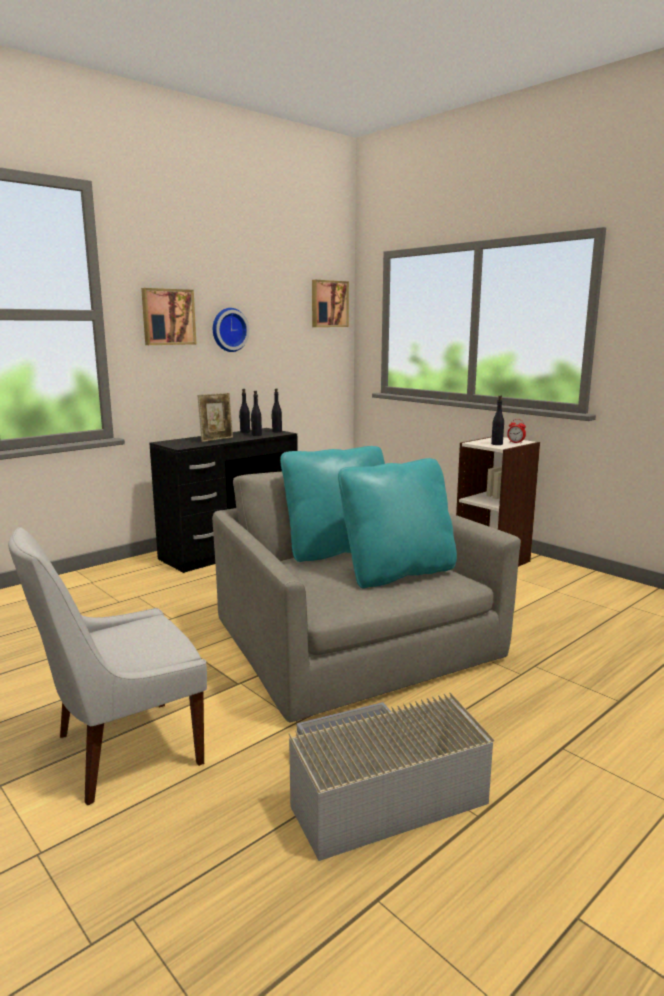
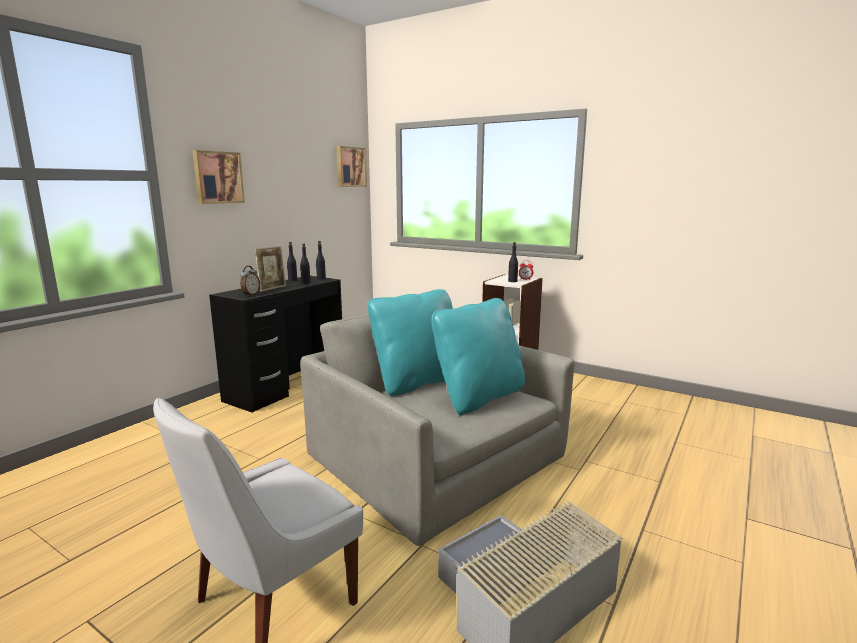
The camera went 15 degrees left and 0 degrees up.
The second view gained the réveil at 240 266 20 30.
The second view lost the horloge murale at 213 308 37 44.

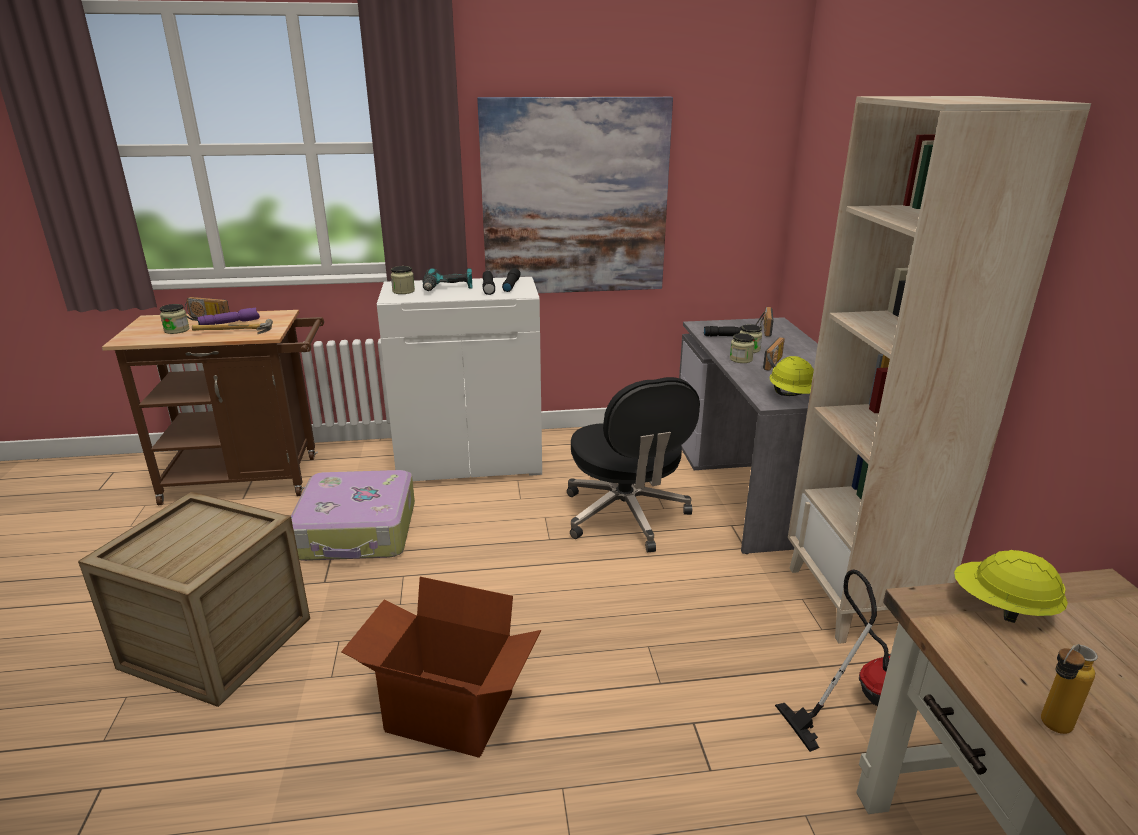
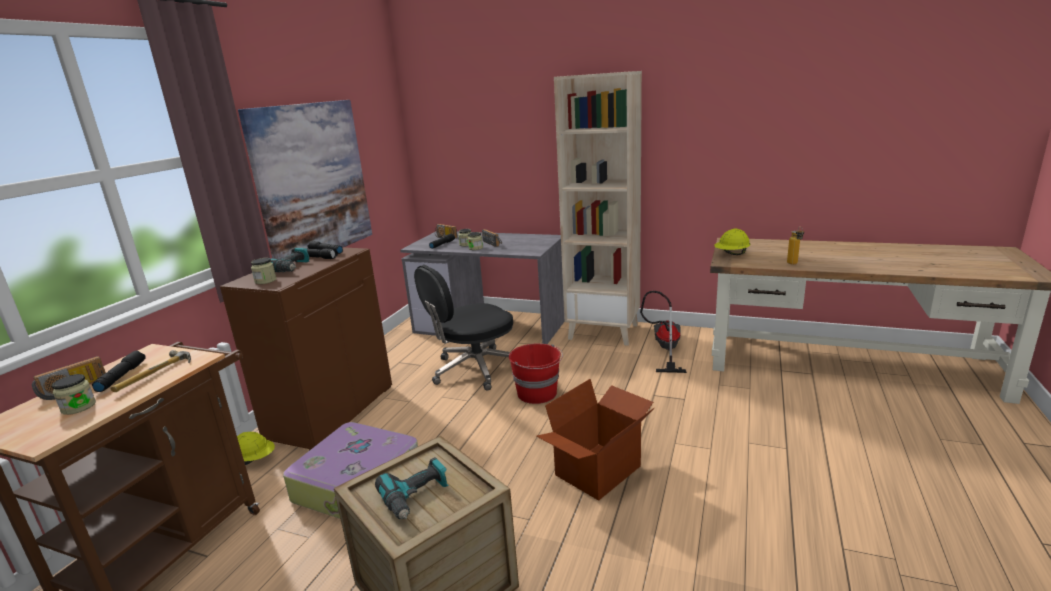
The camera went 60 degrees left and 5 degrees down.
What was the lampe de poche/violet at 197 308 63 17 turned into the lampe de poche/noir at 92 351 54 41.
What was the meuble de rangement/blanc at 377 277 165 204 turned into the meuble de rangement/marron at 220 247 172 204.
The casque de chantier/jaune ended up elsewhere, having gone from 769 356 45 40 to 237 432 38 33.
The second view gained the perceuse at 375 457 74 62.
The chaise de bureau/noir at 567 377 133 175 ended up facing another way, 135 degrees clockwise from before.
The second view gained the seau/rouge at 509 344 54 60.

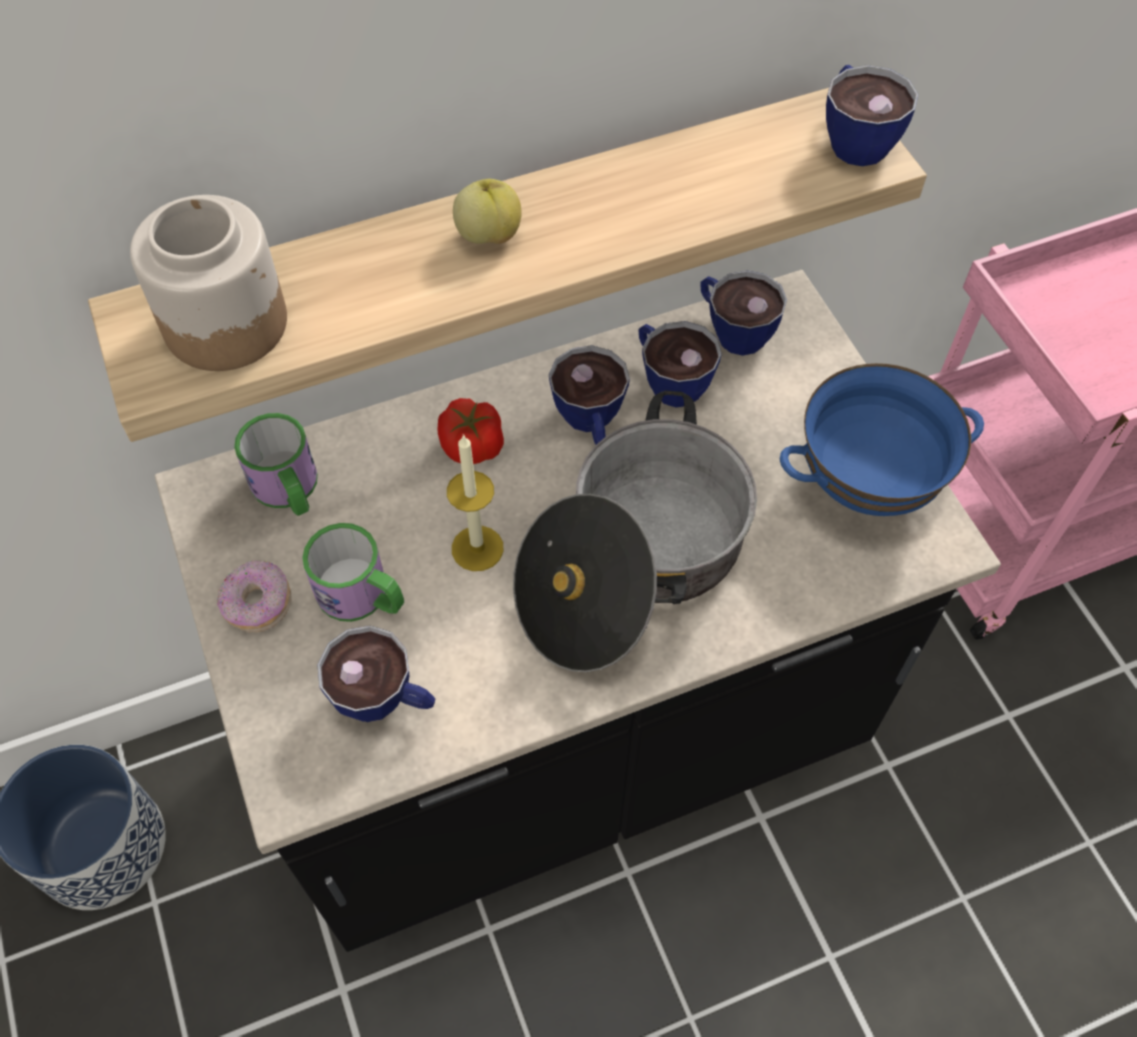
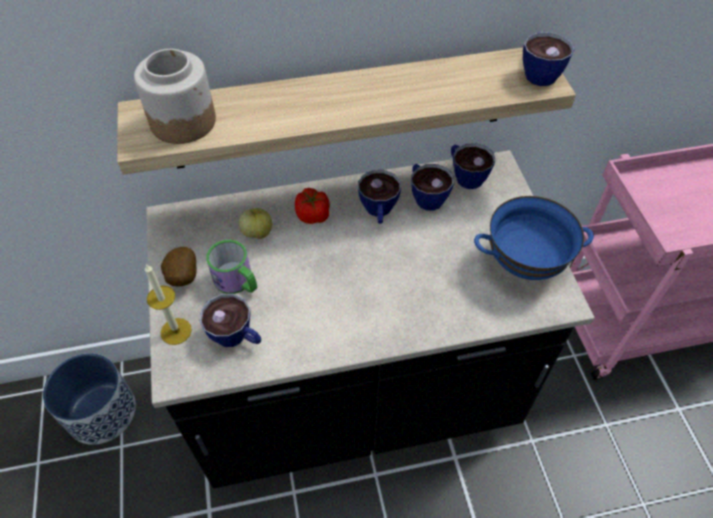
The camera went 10 degrees right and 5 degrees down.
The bougie ended up elsewhere, having gone from 447 434 57 137 to 145 264 47 81.
Where the beignet stood at 217 560 75 72, the pomme de terre came to stand at 161 247 35 39.
The pomme ended up elsewhere, having gone from 453 179 69 65 to 239 208 33 31.
The second view lost the mug at 234 413 84 103.
The second view lost the marmite at 513 390 244 282.

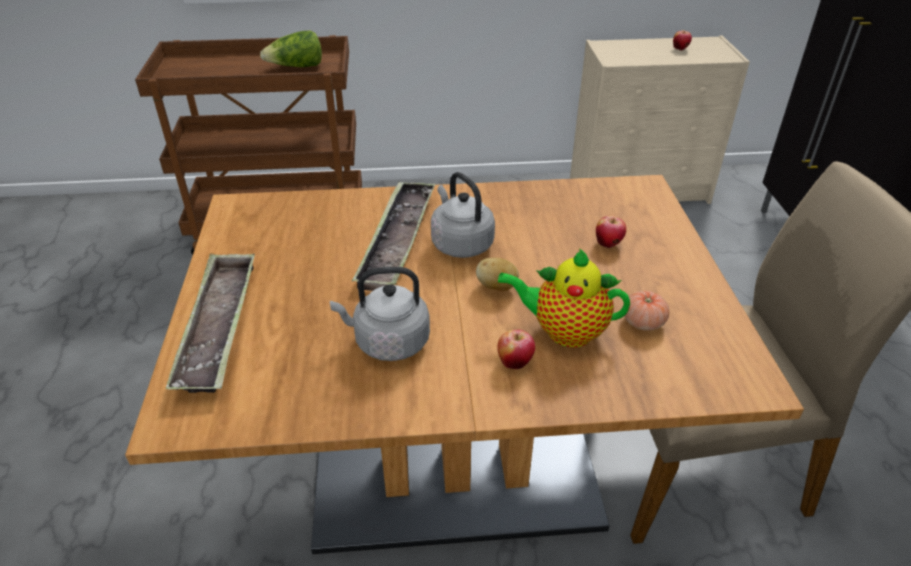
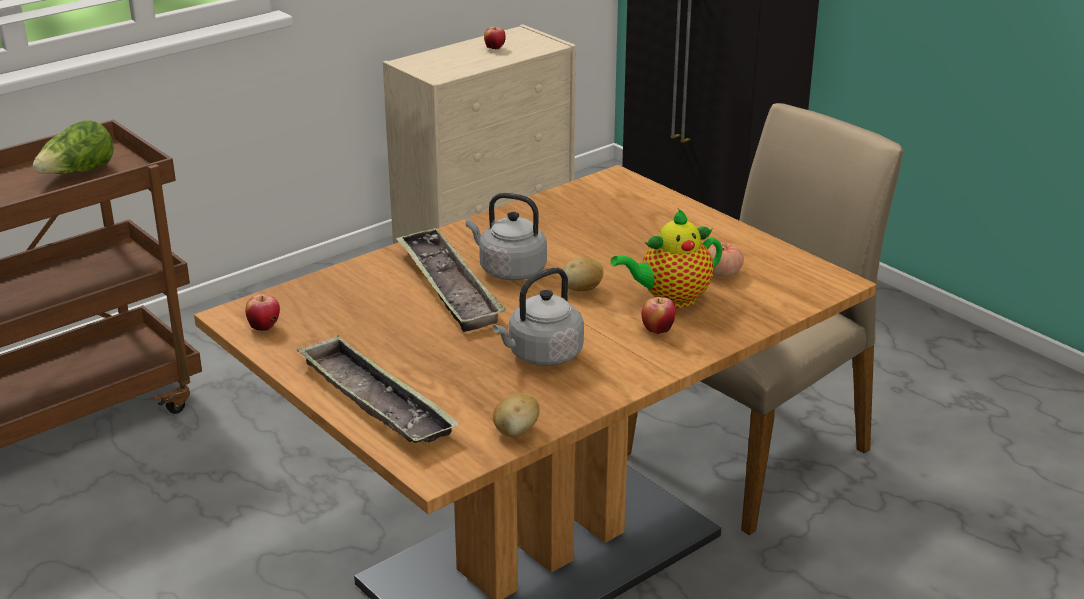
The camera went 35 degrees left and 10 degrees down.
The pomme ended up elsewhere, having gone from 596 215 30 33 to 245 294 35 37.
The second view gained the pomme de terre at 493 393 47 44.

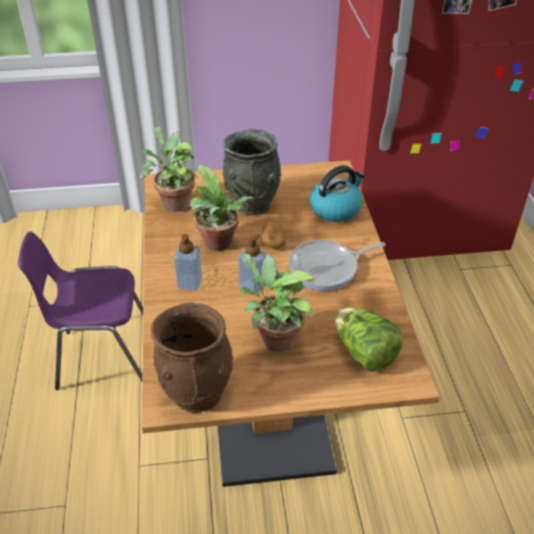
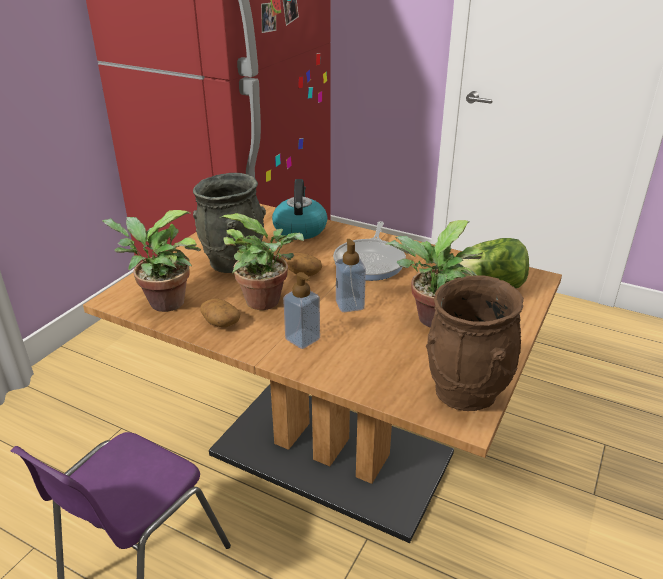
The camera went 55 degrees left and 10 degrees down.
The second view gained the pomme de terre at 200 298 40 29.

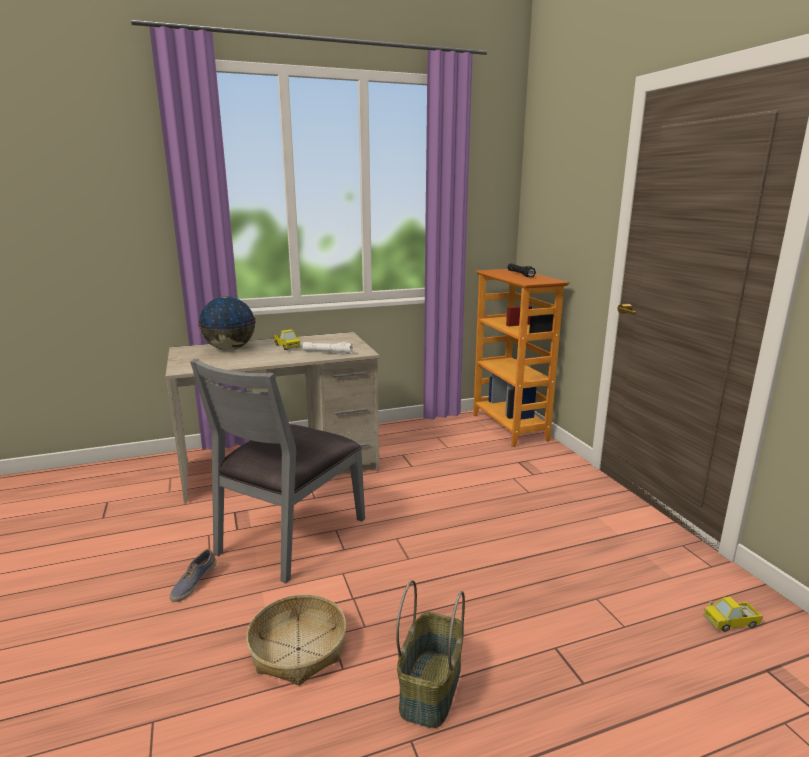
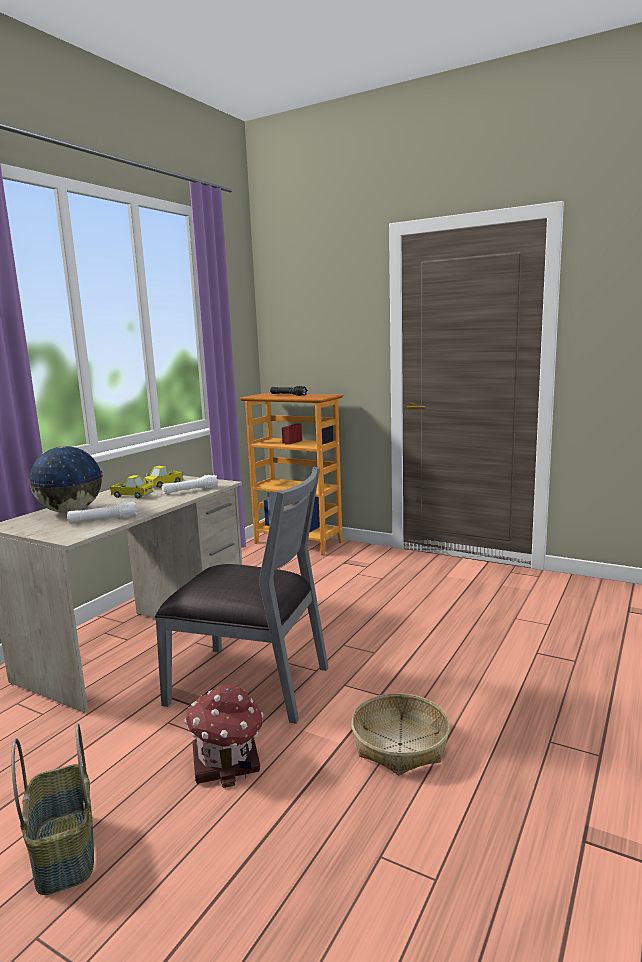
The camera went 40 degrees left and 5 degrees down.
The panier ended up elsewhere, having gone from 396 580 69 148 to 11 723 83 172.
The second view gained the lampe de poche/blanc at 67 501 70 22.
The camion jouet ended up elsewhere, having gone from 703 597 60 35 to 144 466 39 22.
The chaise/gris at 190 358 175 225 ended up facing another way, 60 degrees counterclockwise from before.
Where the chaussure stood at 169 549 47 53, the maison miniature came to stand at 185 685 78 103.

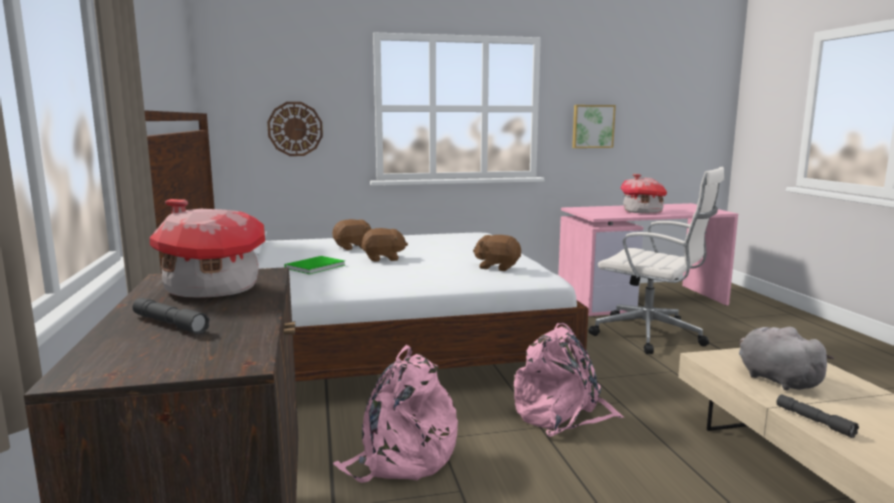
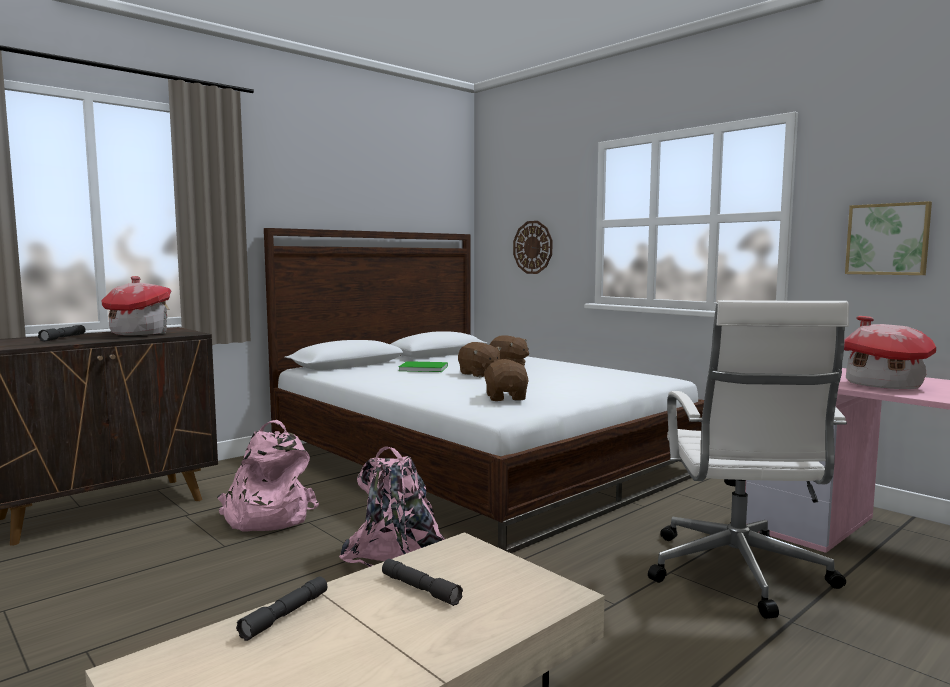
The camera went 60 degrees right and 5 degrees down.
Where the peluche/gris stood at 739 327 95 64, the lampe de poche/gris came to stand at 382 559 81 47.

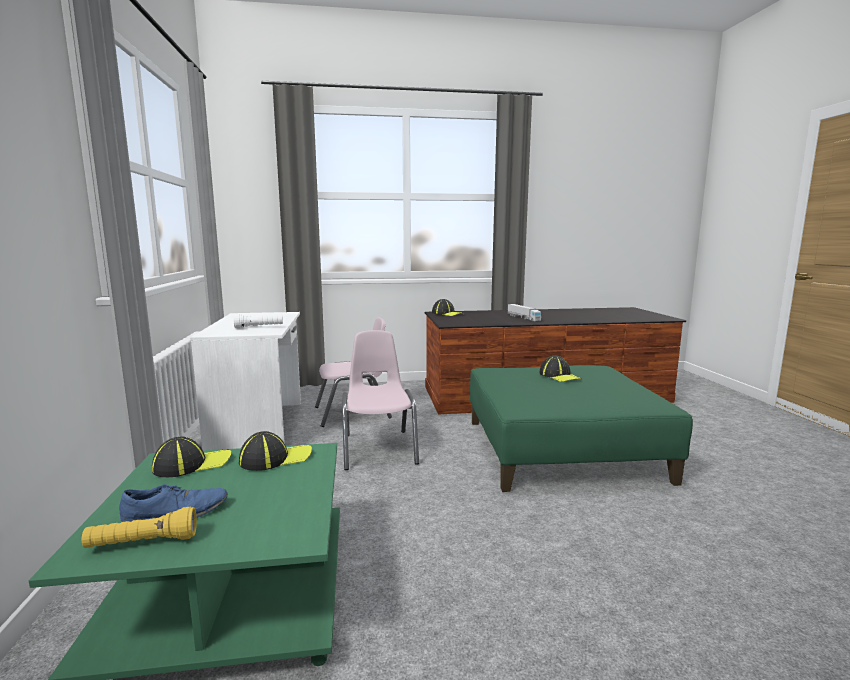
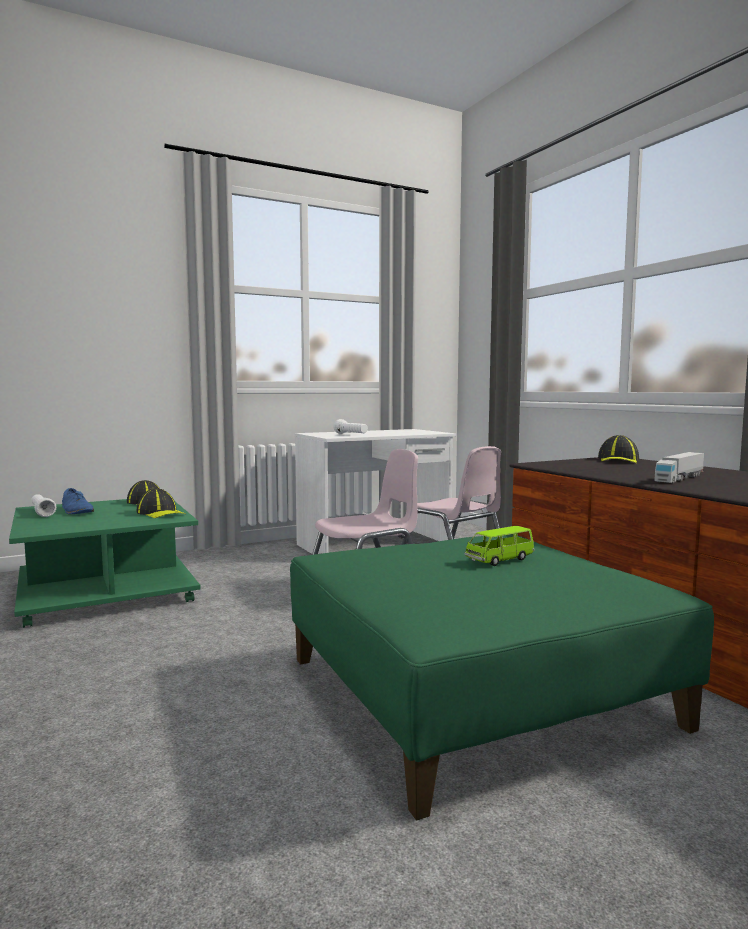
The camera went 70 degrees right and 5 degrees down.
What was the lampe de poche/jaune at 82 507 115 41 turned into the lampe de poche/blanc at 31 494 25 23.
Where the casquette stood at 539 356 43 26, the petite voiture/vert came to stand at 464 526 71 40.

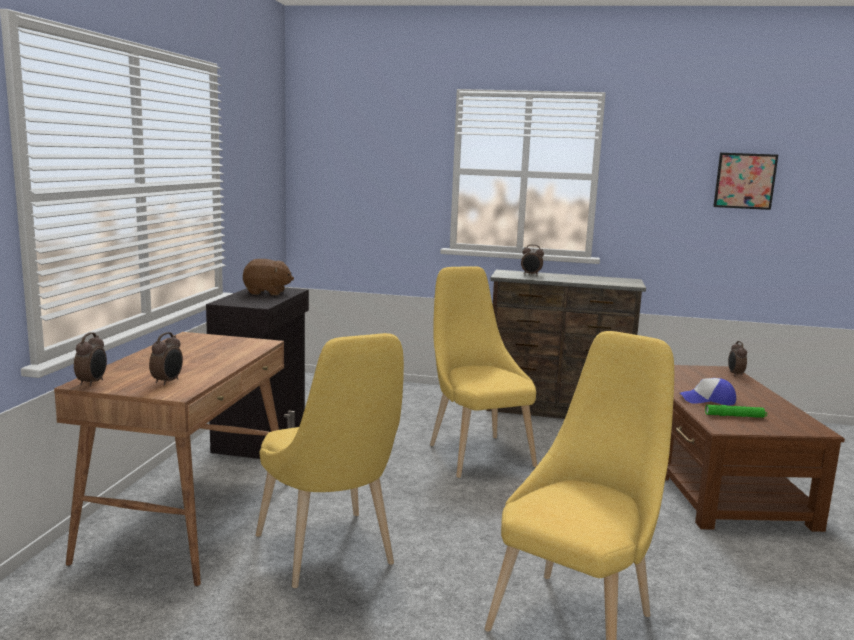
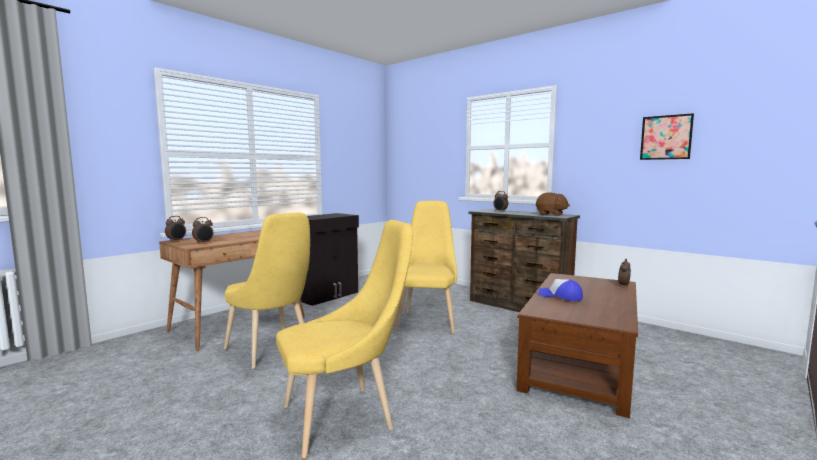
The camera went 30 degrees right and 5 degrees down.
The chaise/jaune at 256 333 148 255 ended up facing another way, 45 degrees counterclockwise from before.
The peluche/marron ended up elsewhere, having gone from 243 259 51 37 to 536 193 34 23.
The second view lost the lampe de poche/vert at 705 405 62 13.

